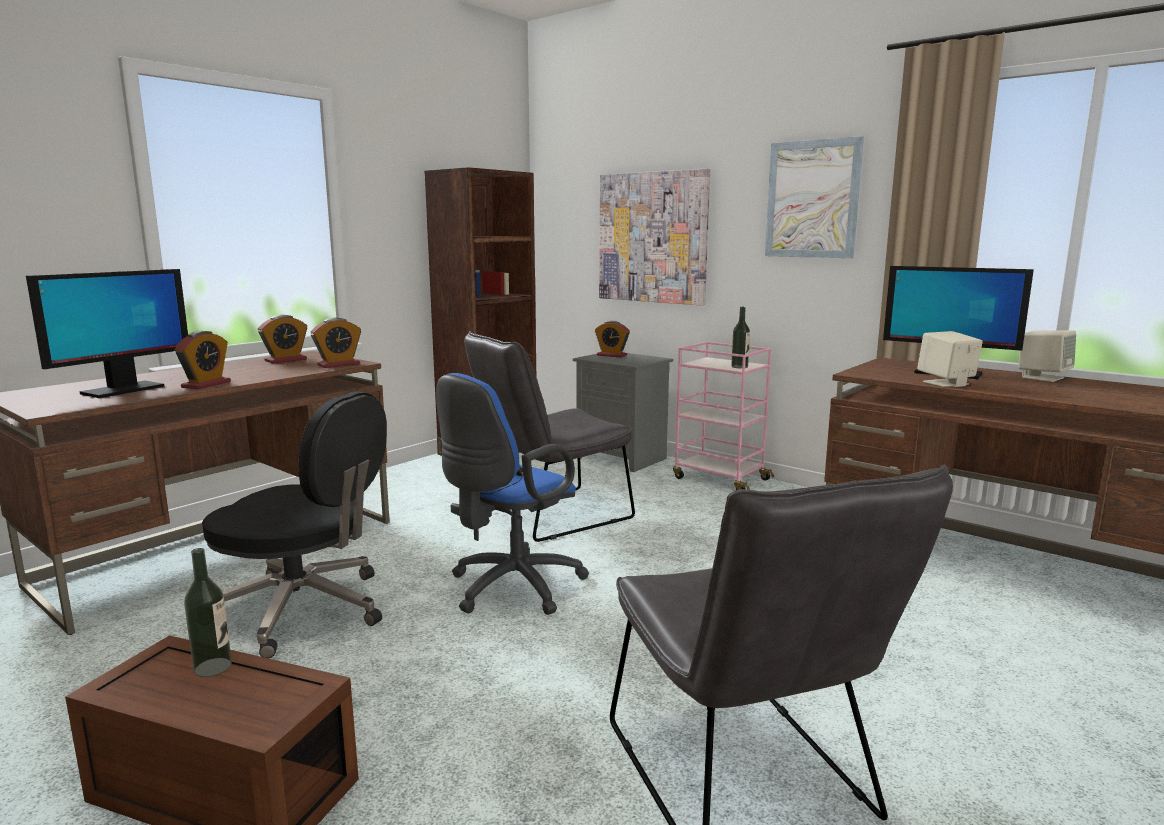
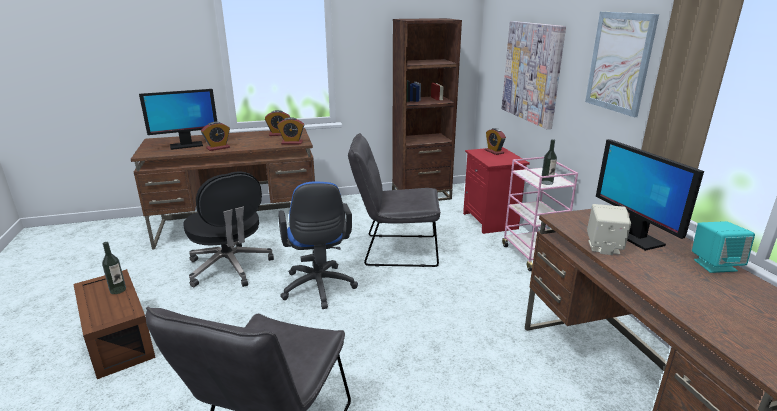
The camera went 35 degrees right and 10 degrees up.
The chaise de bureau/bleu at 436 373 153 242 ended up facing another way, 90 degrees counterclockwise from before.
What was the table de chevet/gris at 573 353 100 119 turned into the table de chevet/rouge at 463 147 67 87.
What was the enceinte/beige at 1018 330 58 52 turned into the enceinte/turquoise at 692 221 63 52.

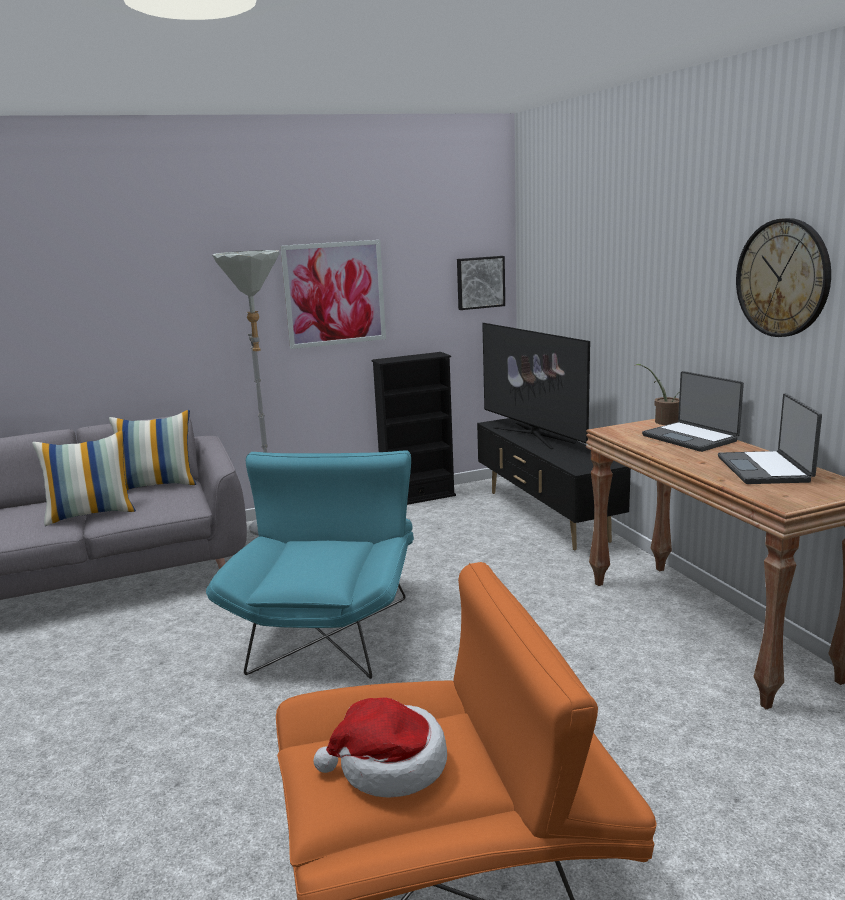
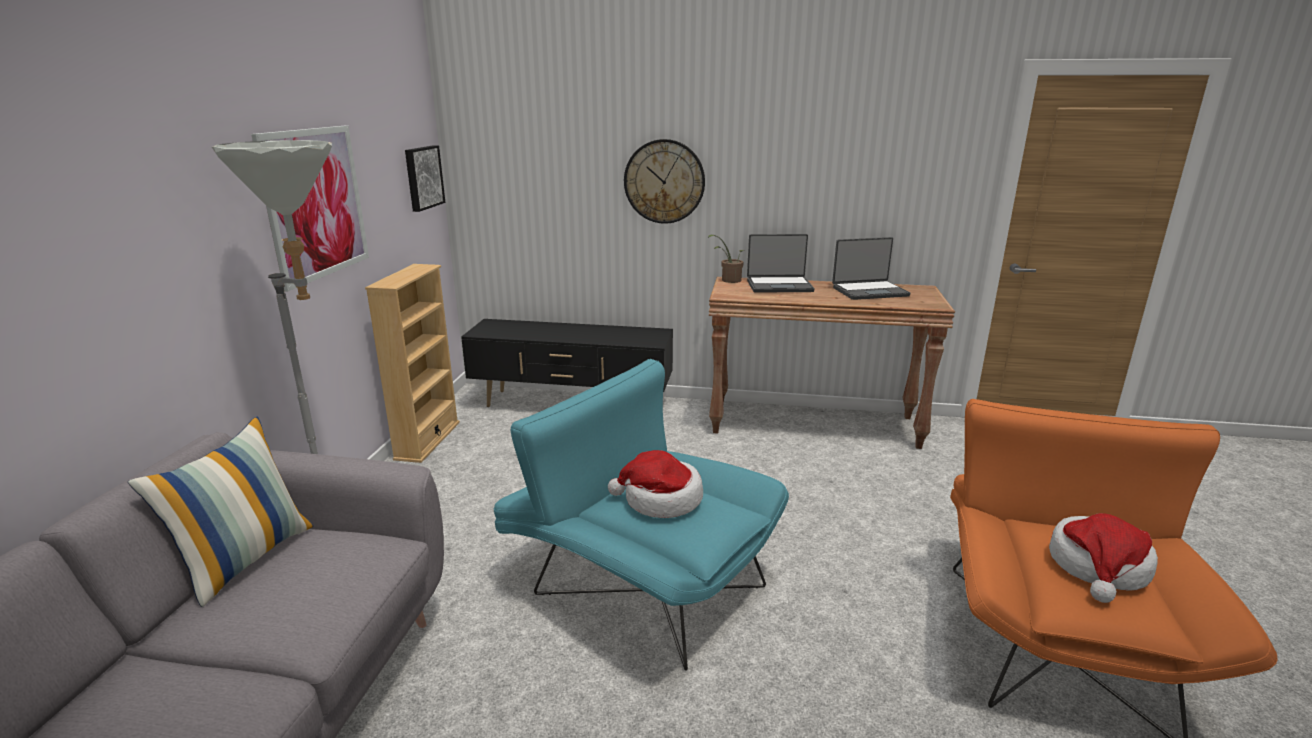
The camera went 60 degrees left and 5 degrees up.
What was the bibliothèque/noir at 371 352 85 153 turned into the bibliothèque/beige at 365 264 95 199.
The second view gained the chapeau at 608 450 95 68.
The horloge murale ended up elsewhere, having gone from 736 218 95 119 to 624 139 81 85.
The ordinateur portable at 718 393 104 91 ended up facing another way, 45 degrees counterclockwise from before.
The second view lost the coussin at 32 430 104 96.
The second view lost the téléviseur at 482 323 108 126.

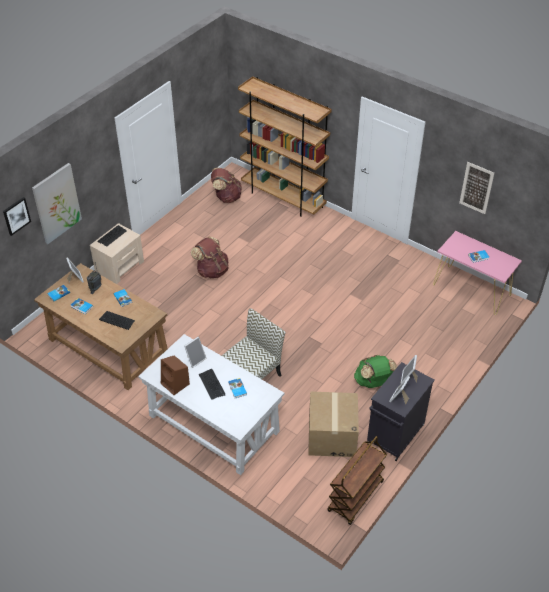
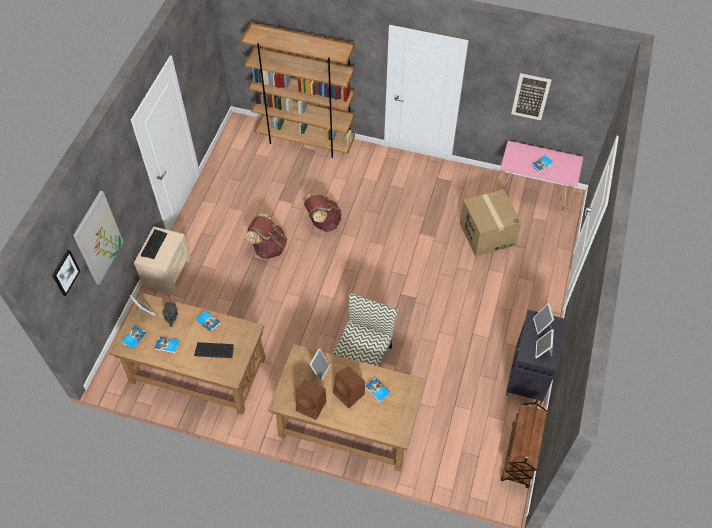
The camera went 20 degrees left and 10 degrees up.
What was the bureau/blanc at 138 334 146 141 turned into the bureau/marron at 268 344 158 128.
The sac à dos/marron ended up elsewhere, having gone from 211 168 31 35 to 303 193 39 39.
Where the clavier stood at 199 369 26 31, the enceinte/marron came to stand at 333 366 32 42.
The carton ended up elsewhere, having gone from 308 391 51 66 to 460 190 61 66.
The second view lost the sac à dos/vert at 354 355 43 33.

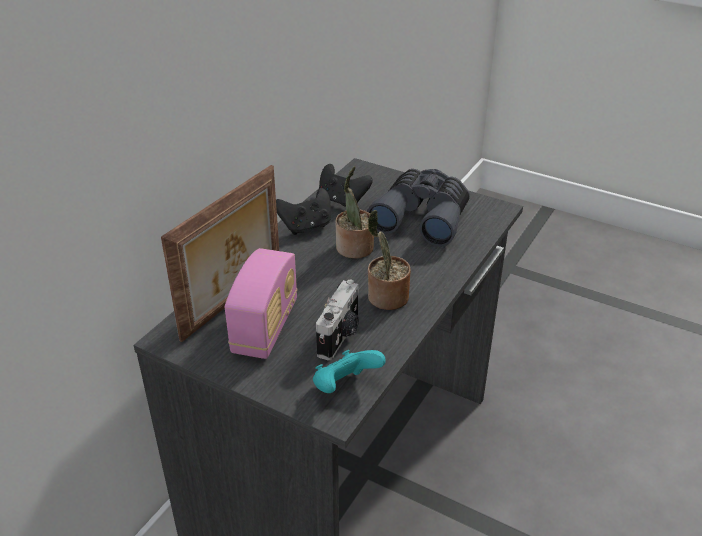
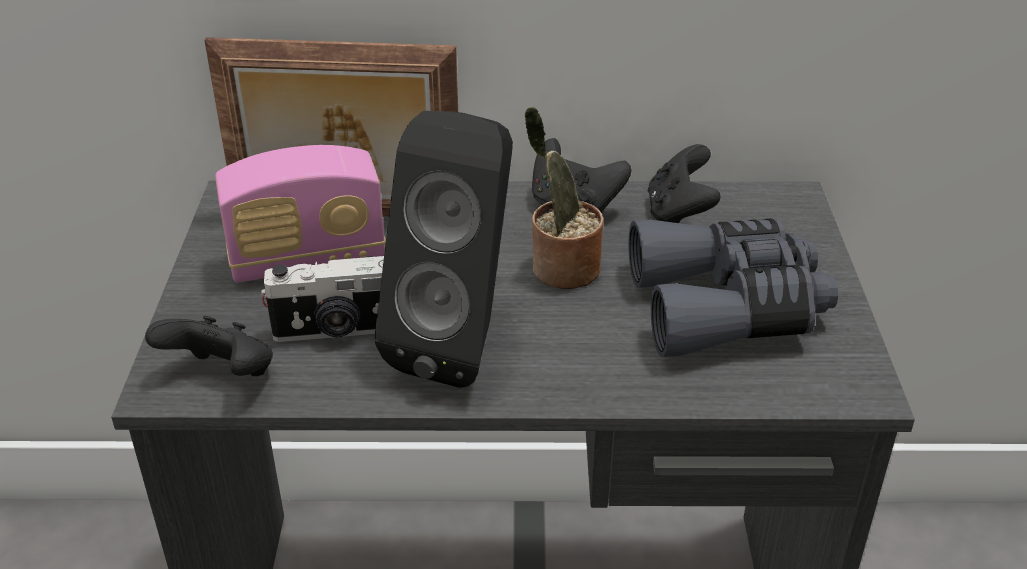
The camera went 60 degrees right and 0 degrees up.
What was the manette/turquoise at 313 350 73 43 turned into the manette/noir at 145 316 128 60.
Where the plante en pot stood at 367 210 44 100, the enceinte/noir came to stand at 375 111 138 277.

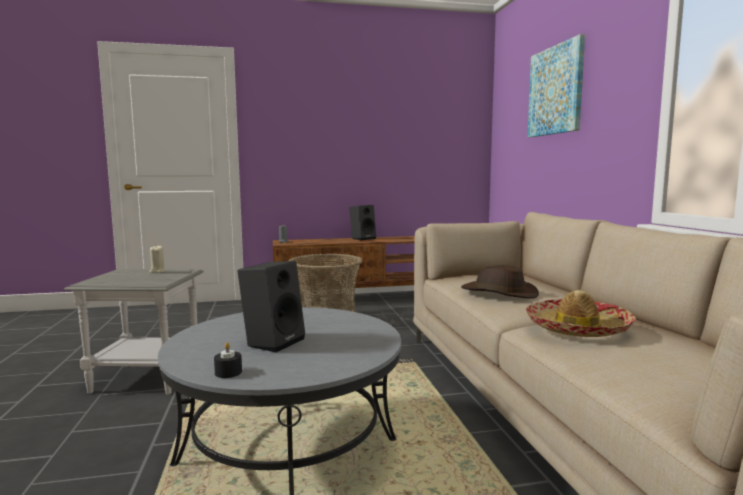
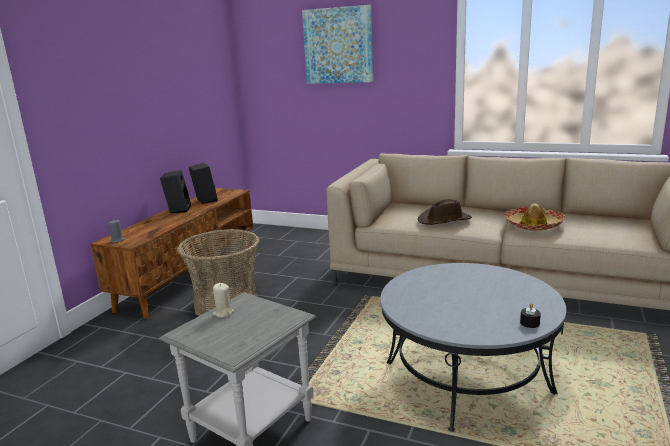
The camera went 55 degrees left and 10 degrees up.
The enceinte/noir ended up elsewhere, having gone from 237 261 68 91 to 189 163 29 41.

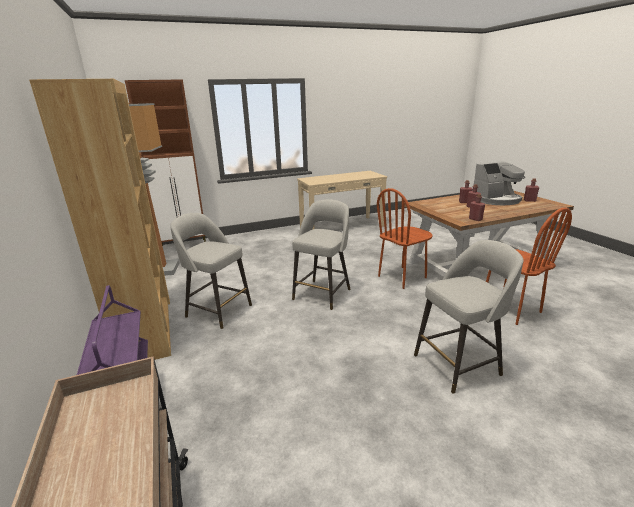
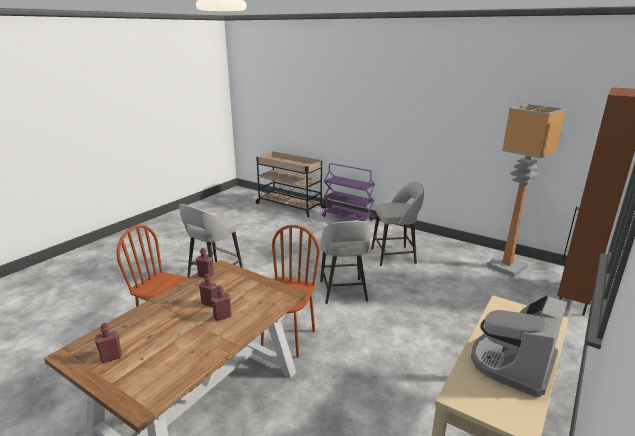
The camera went 145 degrees right and 0 degrees up.
The machine à café ended up elsewhere, having gone from 473 161 52 44 to 471 295 96 102.
The second view lost the bibliothèque/marron at 29 79 142 281.

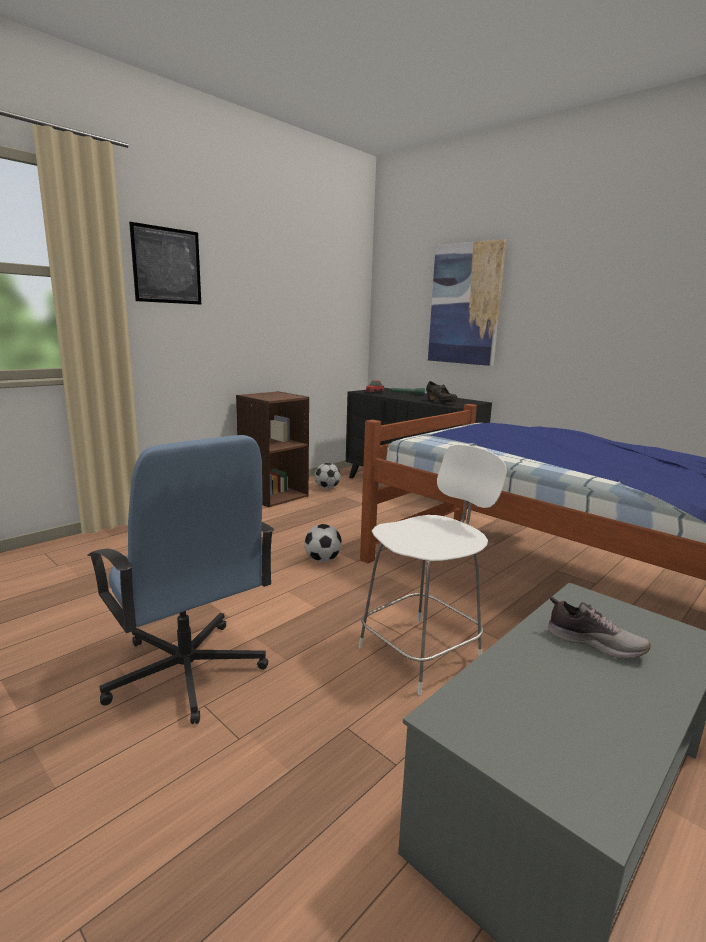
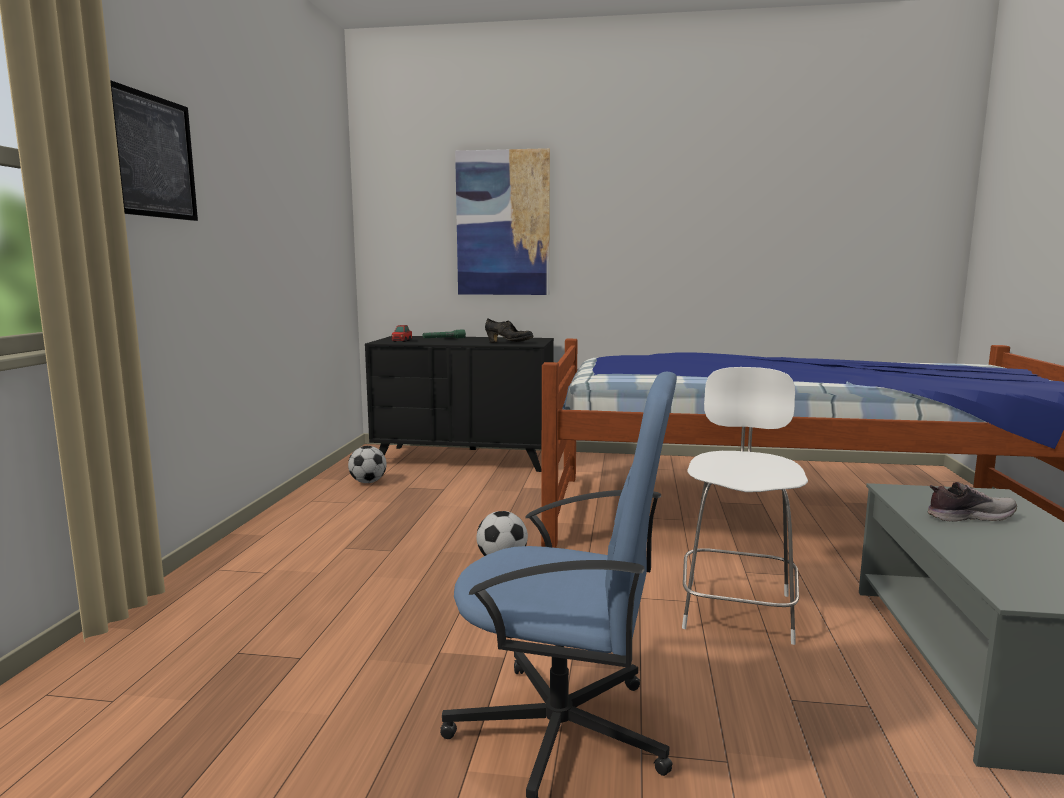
The camera went 35 degrees left and 5 degrees down.
The second view lost the bibliothèque/marron at 236 391 73 117.

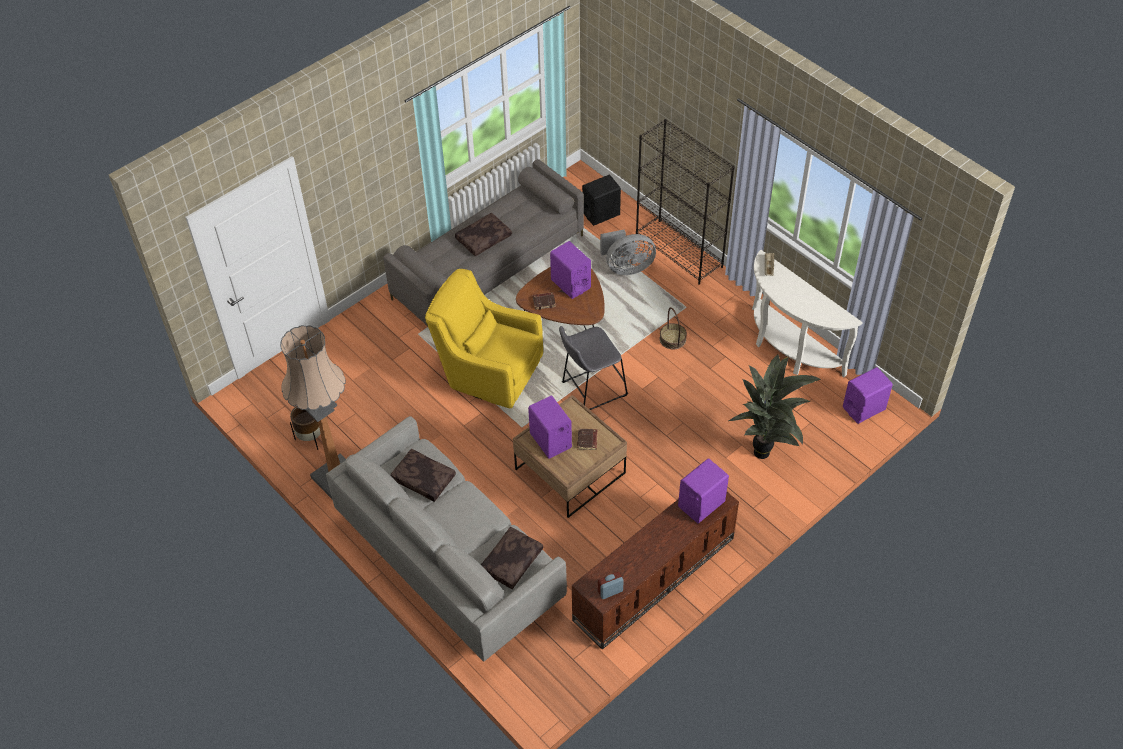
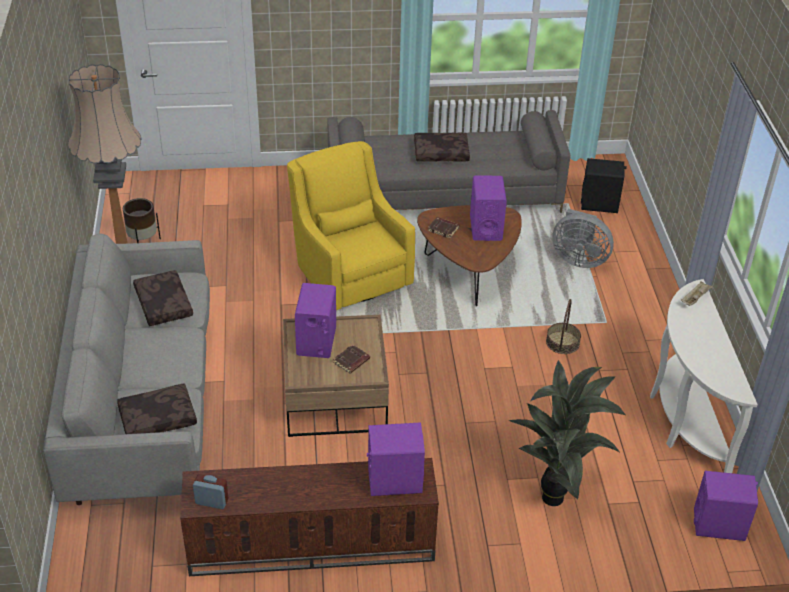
The camera went 35 degrees right and 10 degrees down.
The second view lost the tabouret/gris at 559 326 69 84.
The second view lost the bibliothèque/noir at 636 119 99 166.

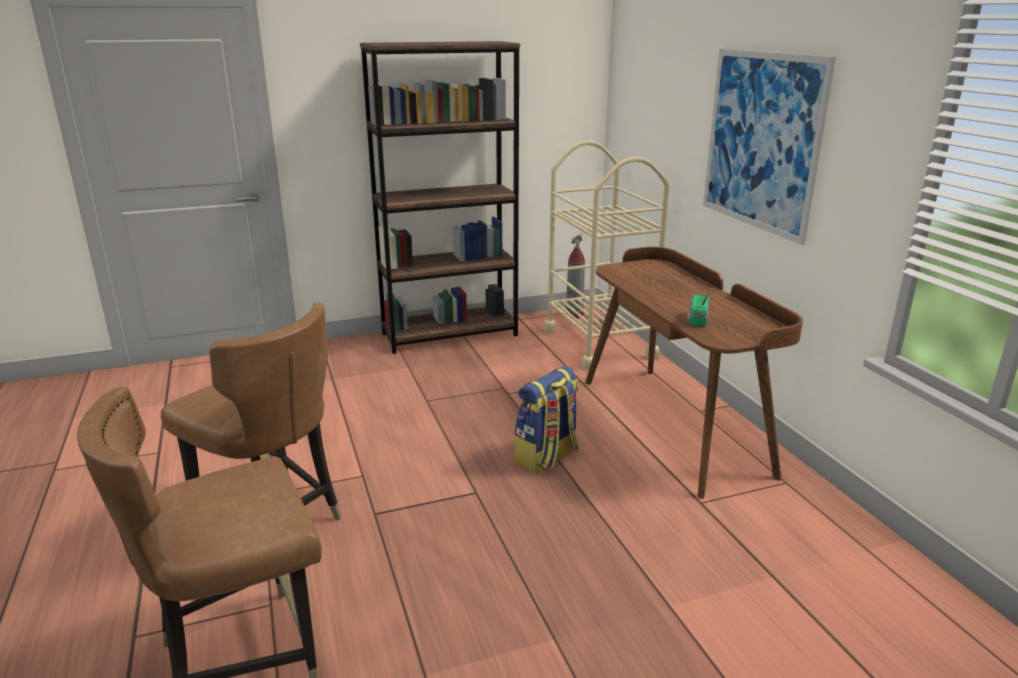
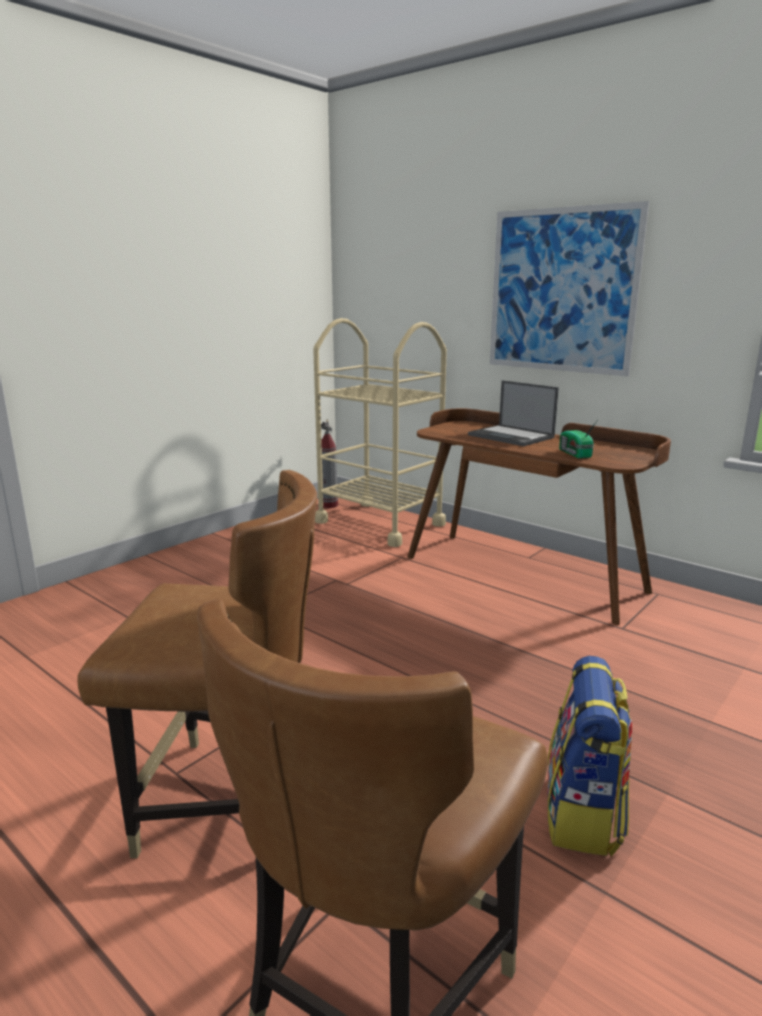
The camera went 30 degrees left and 5 degrees down.
The second view gained the ordinateur portable at 468 380 91 66.
The sac à dos ended up elsewhere, having gone from 514 366 65 108 to 547 656 85 200.
The second view lost the bibliothèque/marron at 360 41 160 313.

